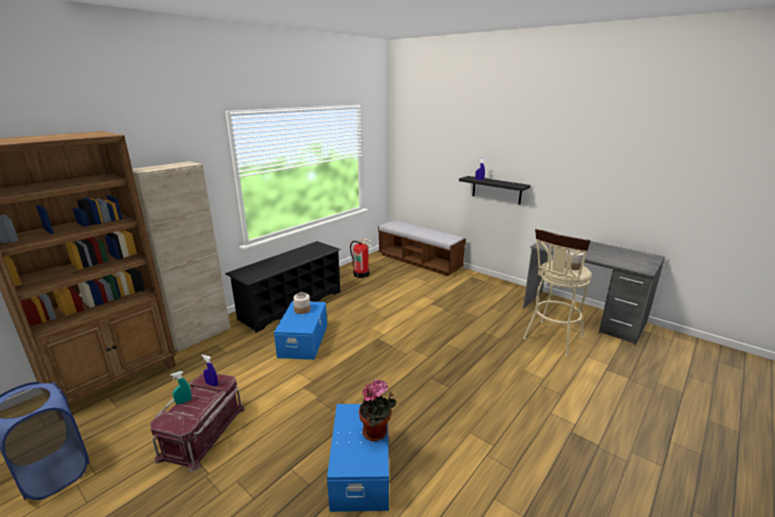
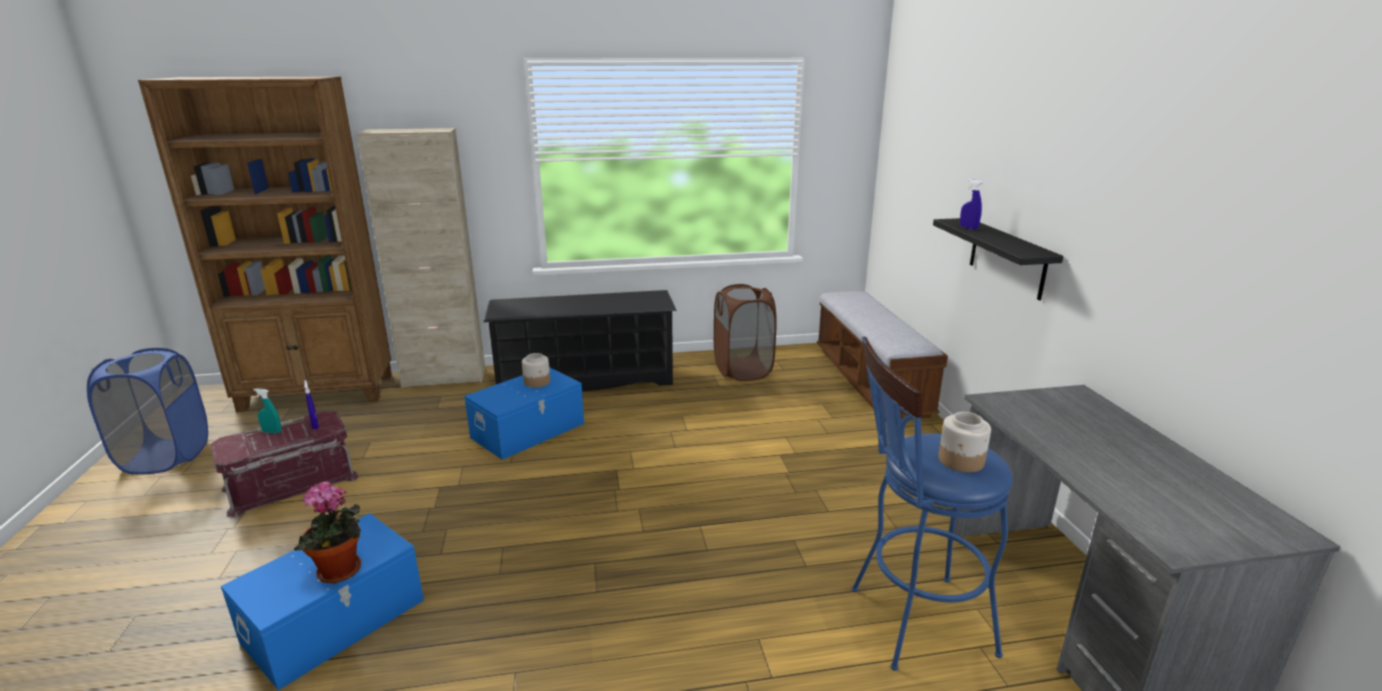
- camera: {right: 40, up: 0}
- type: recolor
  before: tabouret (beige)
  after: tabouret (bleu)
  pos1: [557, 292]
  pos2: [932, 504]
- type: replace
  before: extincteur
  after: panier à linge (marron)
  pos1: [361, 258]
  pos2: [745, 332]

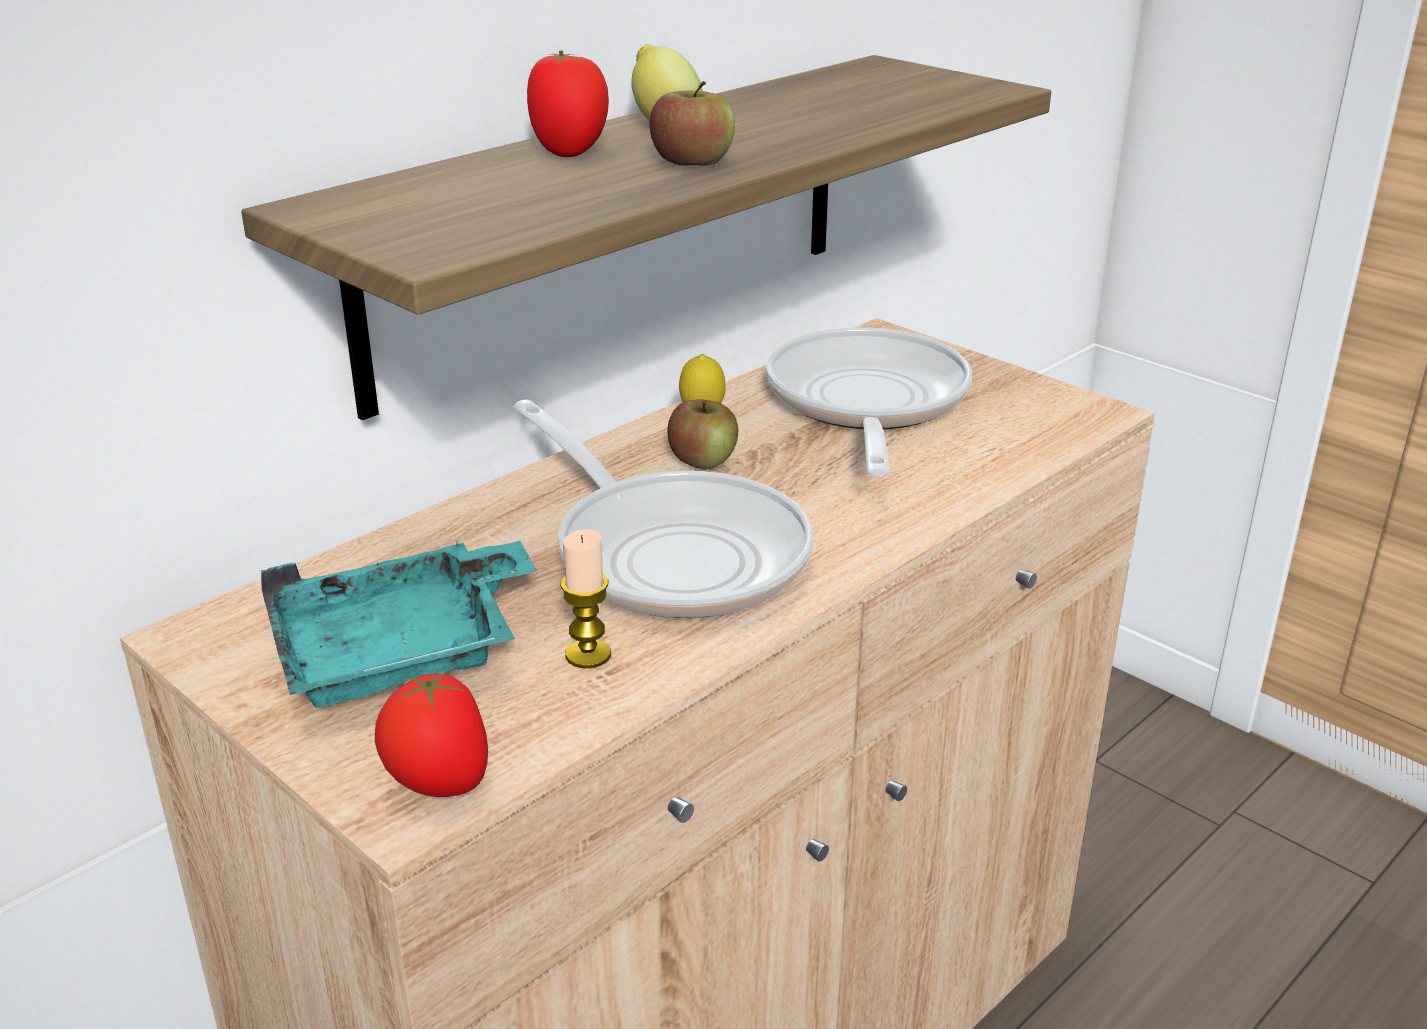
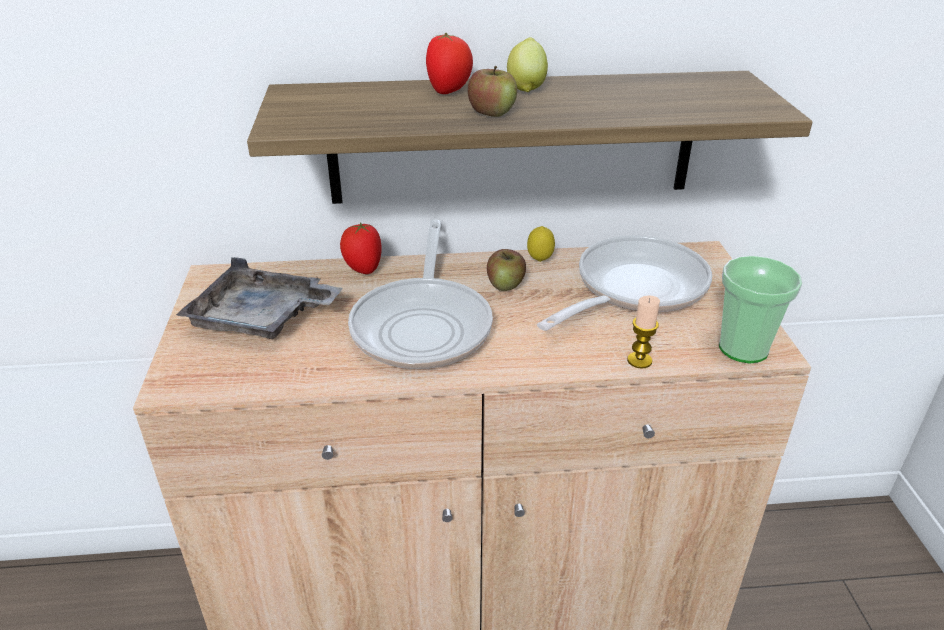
- camera: {right: 40, up: 5}
- type: move
  before: bougie
  pos1: [585, 598]
  pos2: [643, 332]
- type: recolor
  before: plateau (turquoise)
  after: plateau (gris)
  pos1: [399, 624]
  pos2: [259, 298]
- type: move
  before: tomate
  pos1: [431, 734]
  pos2: [361, 248]
- type: insert
  after: tasse
  pos2: [760, 309]

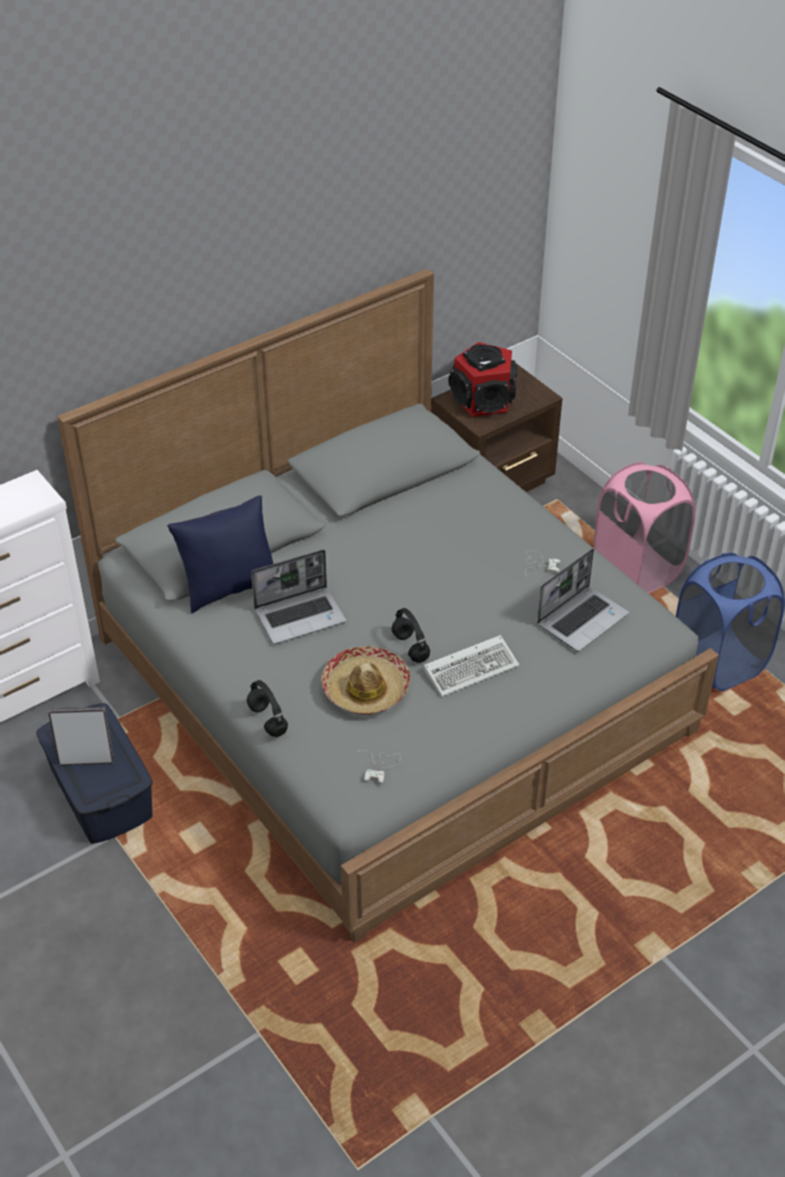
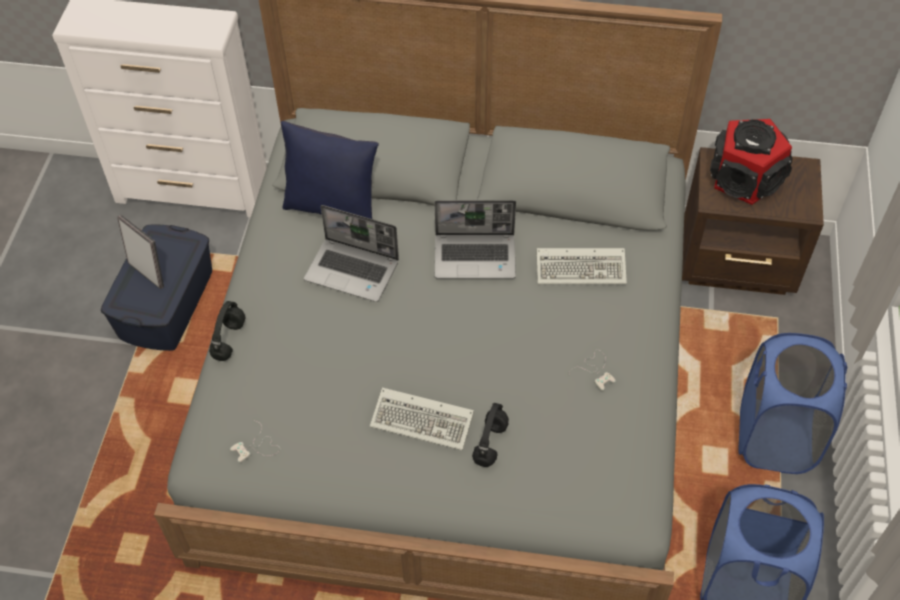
- camera: {right: 45, up: 10}
- type: recolor
  before: panier à linge (rose)
  after: panier à linge (bleu)
  pos1: [644, 527]
  pos2: [792, 403]
- type: move
  before: ordinateur portable
  pos1: [583, 600]
  pos2: [475, 239]
- type: move
  before: casque audio (noir)
  pos1: [411, 635]
  pos2: [490, 435]
- type: delete
  before: chapeau
  pos1: [366, 680]
- type: insert
  after: clavier
  pos2: [581, 266]

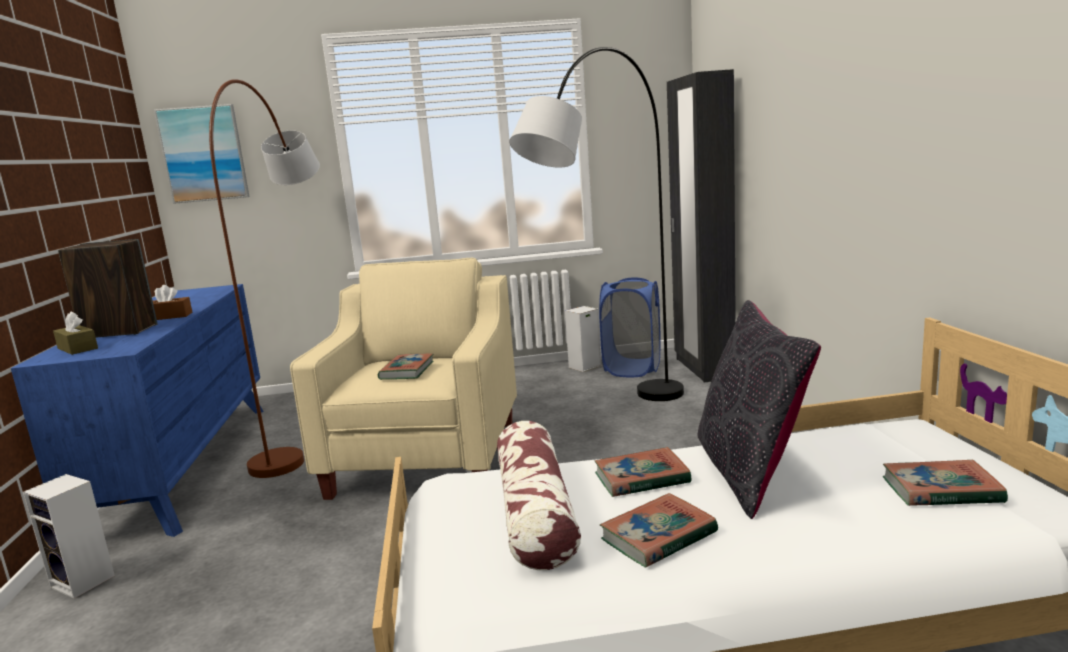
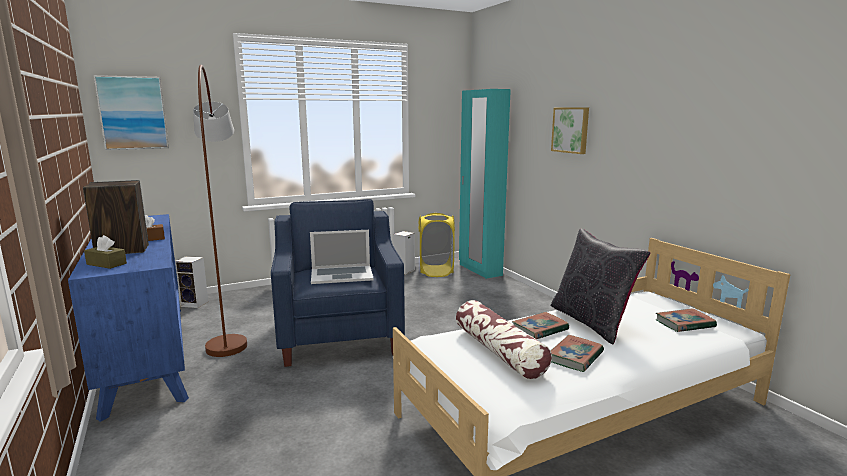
- camera: {right: -20, up: 0}
- type: delete
  before: lampadaire (gris)
  pos1: [596, 224]
- type: recolor
  before: armoire (noir)
  after: armoire (turquoise)
  pos1: [701, 226]
  pos2: [485, 184]
- type: recolor
  before: fauteuil (beige)
  after: fauteuil (bleu)
  pos1: [403, 379]
  pos2: [338, 283]
- type: recolor
  before: panier à linge (bleu)
  after: panier à linge (jaune)
  pos1: [630, 327]
  pos2: [437, 245]
- type: replace
  before: livre
  after: ordinateur portable
  pos1: [406, 366]
  pos2: [342, 257]
- type: move
  before: enceinte
  pos1: [69, 536]
  pos2: [191, 282]
- type: insert
  after: tableau
  pos2: [570, 130]

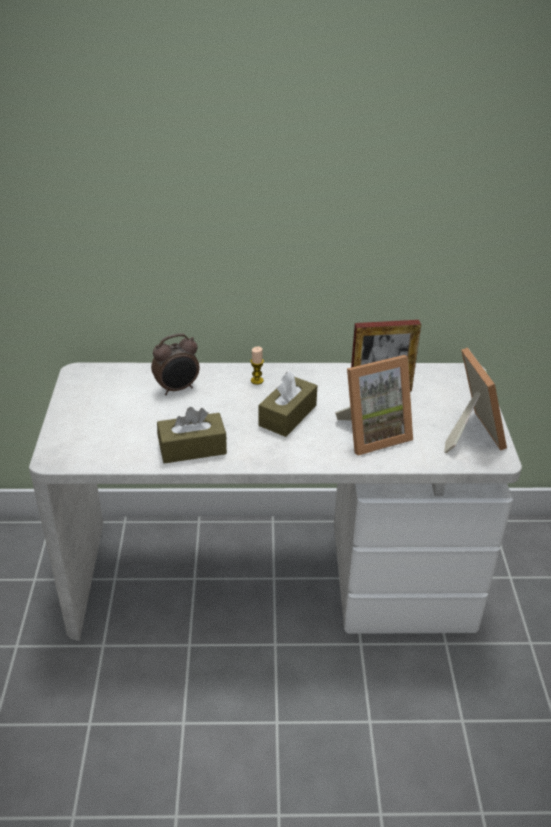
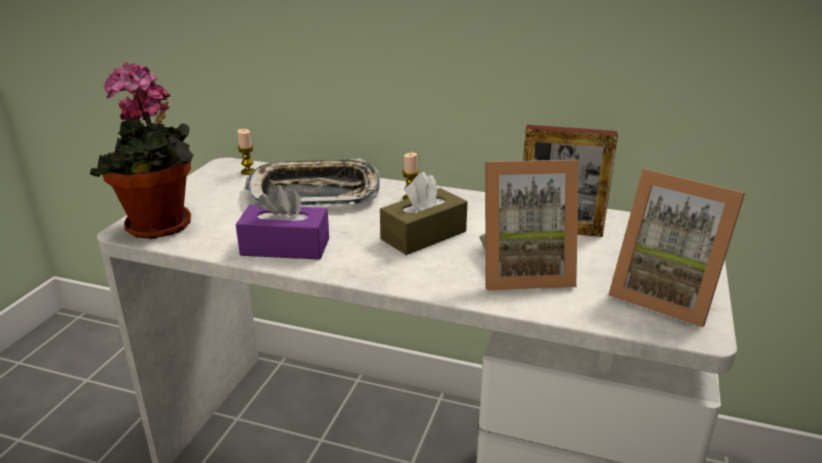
- camera: {right: 20, up: -10}
- type: replace
  before: réveil
  after: plateau
  pos1: [175, 364]
  pos2: [312, 181]
- type: rotate
  before: cadre photo
  pos1: [475, 400]
  pos2: [677, 248]
  turn: 120
- type: recolor
  before: boîte à mouchoirs (marron)
  after: boîte à mouchoirs (violet)
  pos1: [192, 435]
  pos2: [282, 222]
- type: insert
  after: plante en pot
  pos2: [142, 150]
- type: insert
  after: bougie
  pos2: [246, 152]

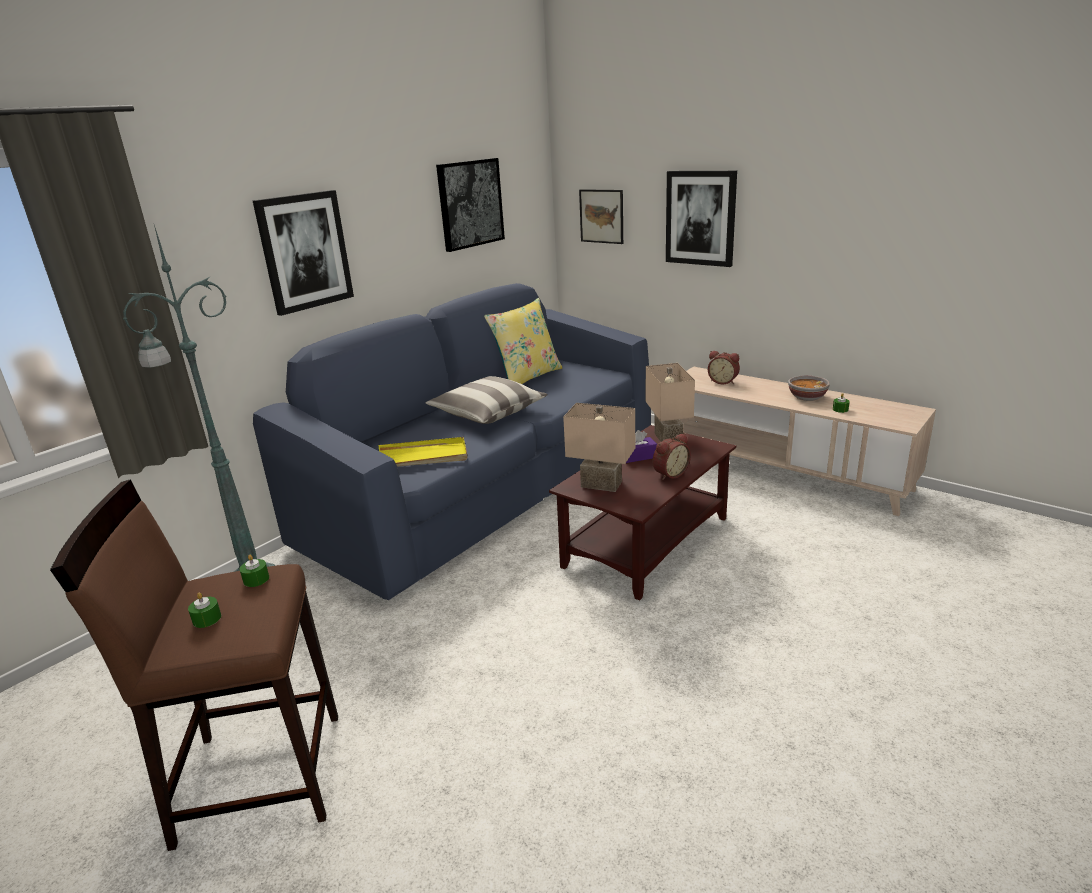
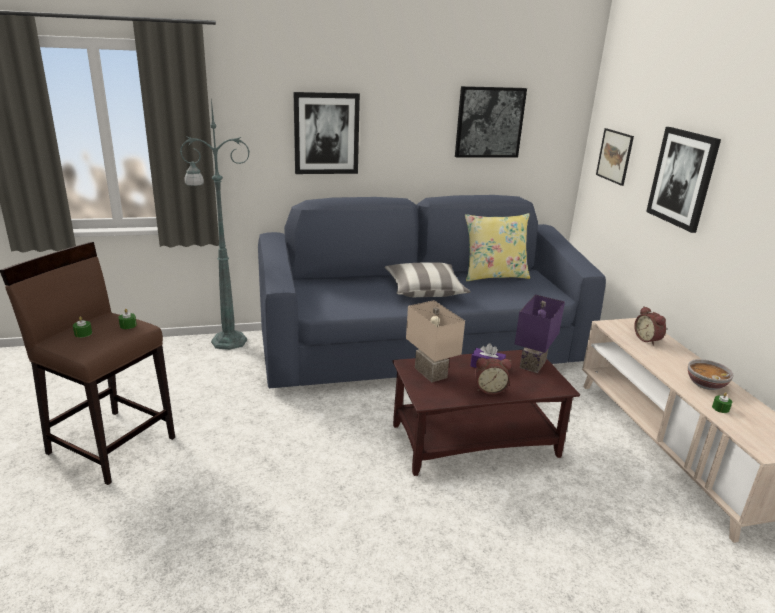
- camera: {right: 35, up: 0}
- type: recolor
  before: lampe de table (beige)
  after: lampe de table (violet)
  pos1: [670, 402]
  pos2: [540, 333]
- type: delete
  before: plateau (jaune)
  pos1: [422, 452]

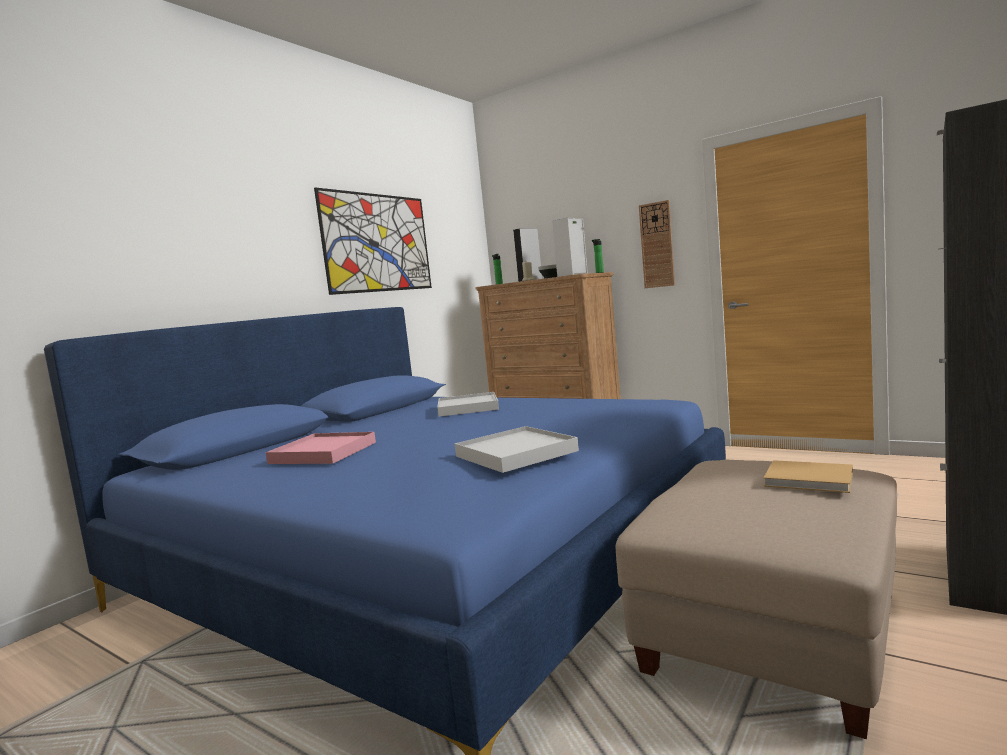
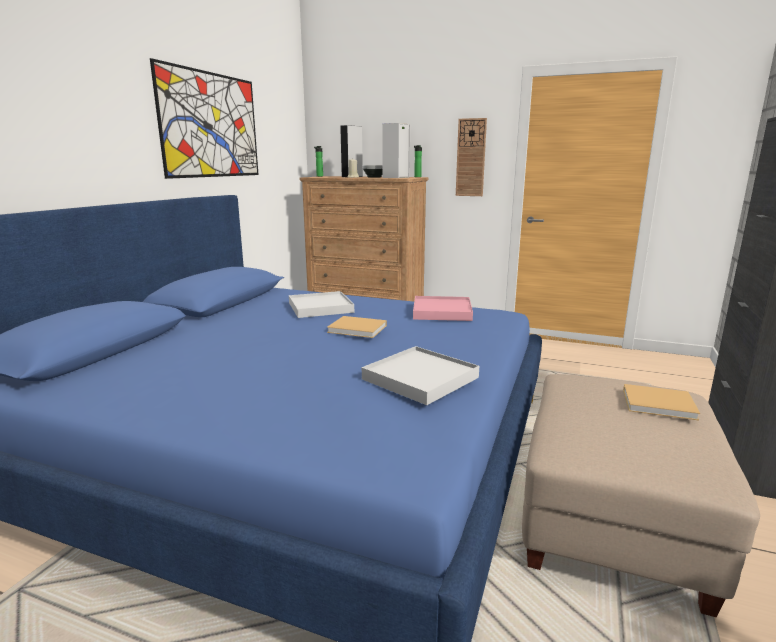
- camera: {right: -15, up: 10}
- type: move
  before: plateau (rose)
  pos1: [321, 448]
  pos2: [443, 308]
- type: insert
  after: livre (beige)
  pos2: [357, 327]

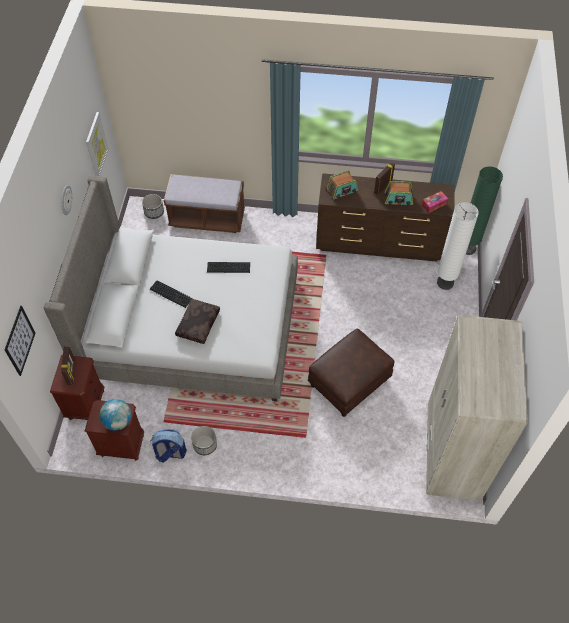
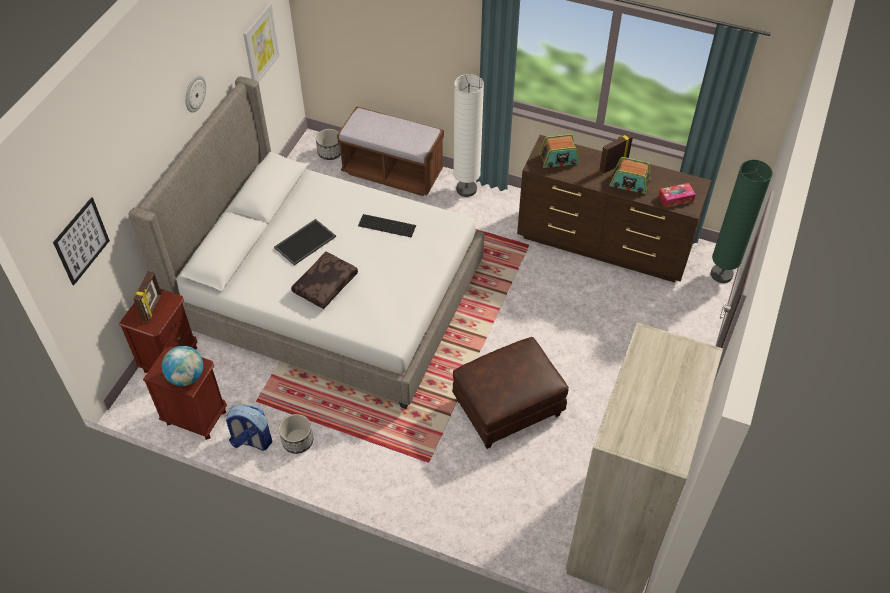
- camera: {right: 15, up: -5}
- type: move
  before: lampadaire (blanc)
  pos1: [458, 246]
  pos2: [468, 135]
- type: replace
  before: clavier
  after: plateau
  pos1: [171, 294]
  pos2: [305, 242]

